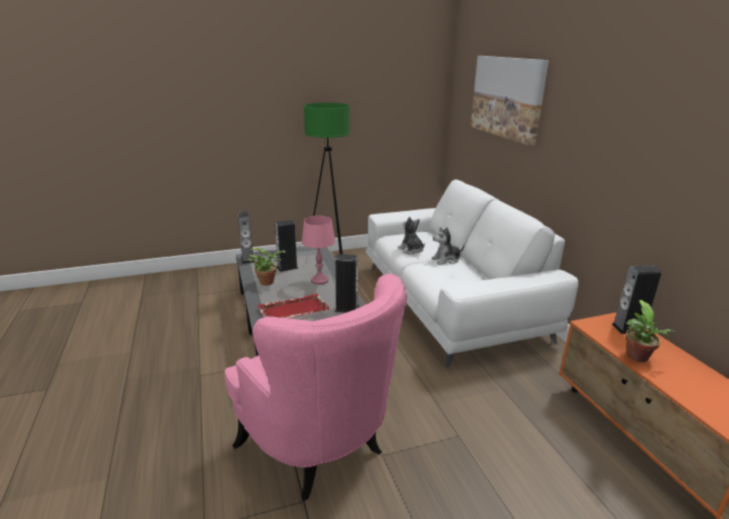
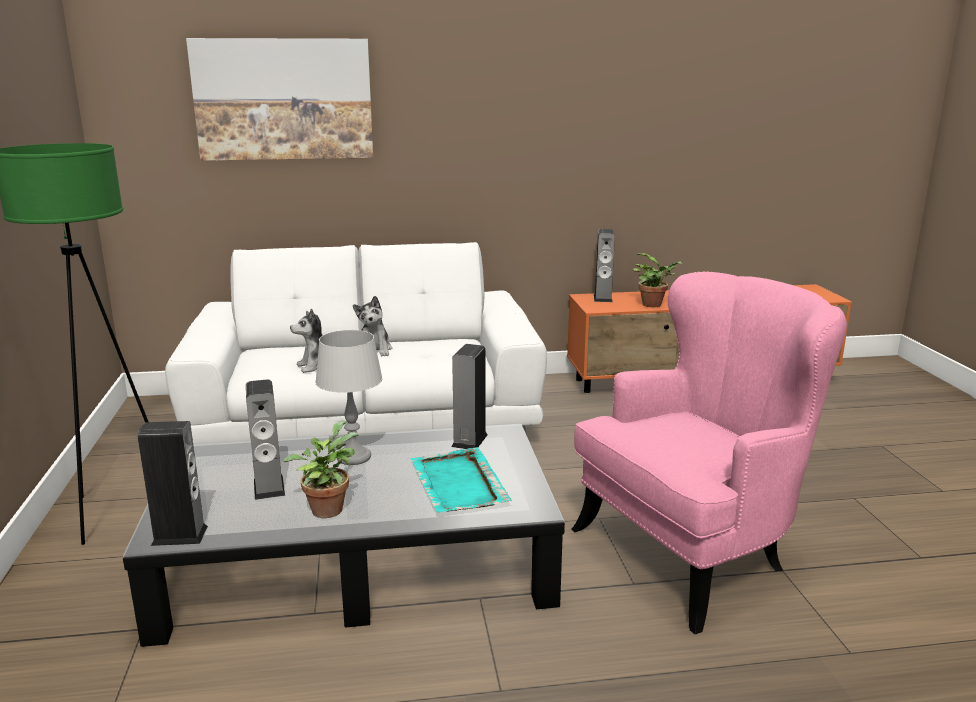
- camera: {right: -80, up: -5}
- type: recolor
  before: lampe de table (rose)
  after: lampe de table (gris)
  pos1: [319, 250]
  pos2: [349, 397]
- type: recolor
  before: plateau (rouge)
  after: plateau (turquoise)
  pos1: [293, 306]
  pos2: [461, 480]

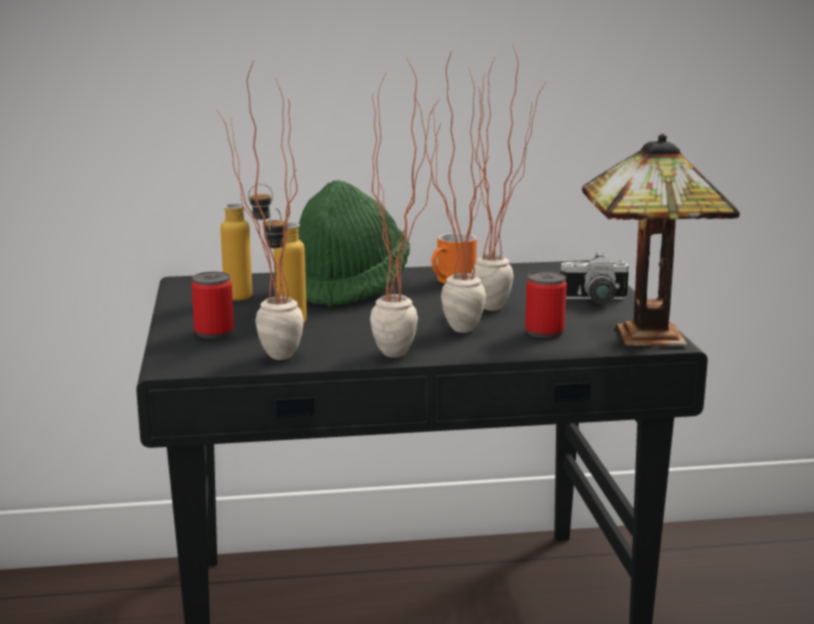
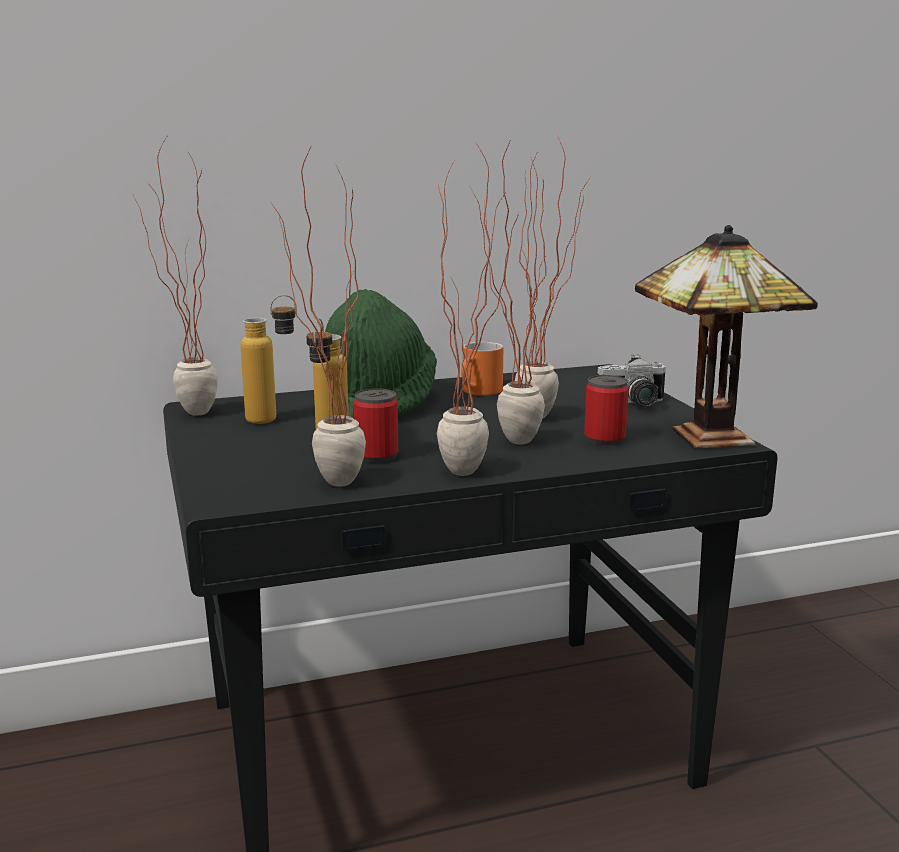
- camera: {right: -10, up: 0}
- type: move
  before: boîte métallique
  pos1: [213, 305]
  pos2: [376, 425]
- type: insert
  after: plante en pot
  pos2: [175, 276]

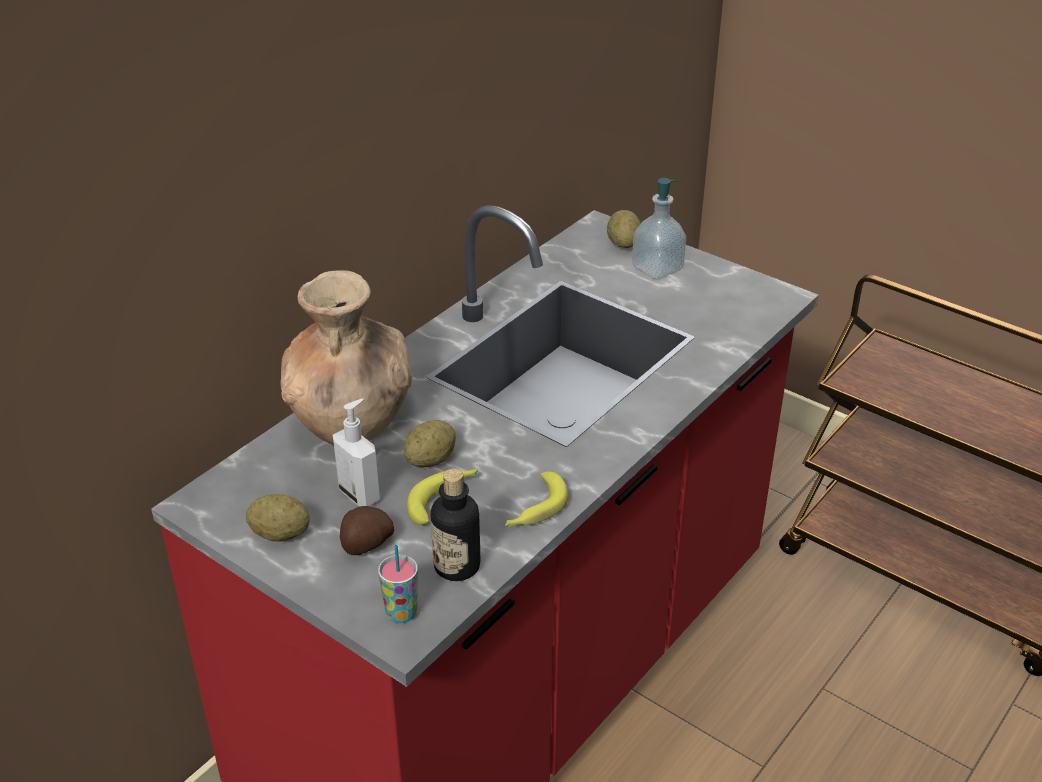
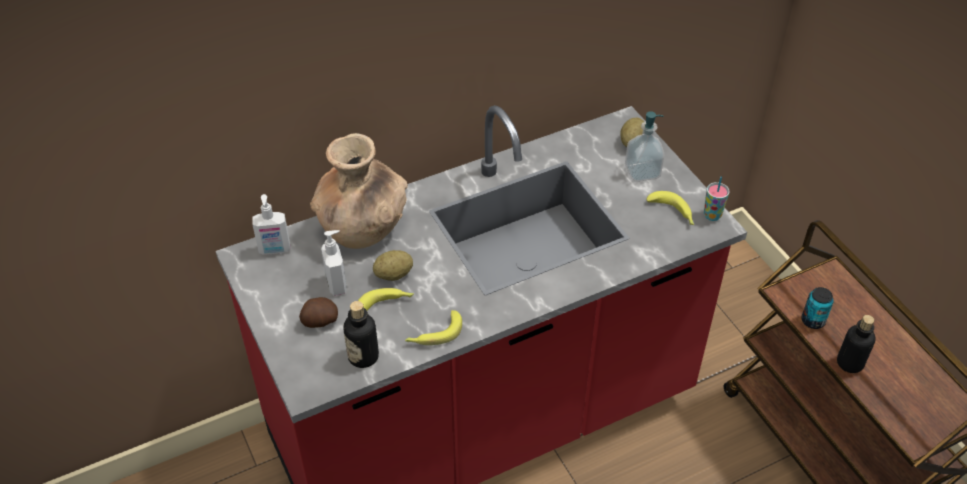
- camera: {right: 25, up: 10}
- type: delete
  before: pomme de terre
  pos1: [278, 518]
- type: move
  before: tasse
  pos1: [398, 583]
  pos2: [717, 198]
- type: insert
  after: banane
  pos2: [670, 208]
- type: insert
  after: distributeur de savon
  pos2: [271, 224]
- type: insert
  after: boîte métallique
  pos2: [817, 308]
- type: insert
  after: bouteille
  pos2: [856, 344]

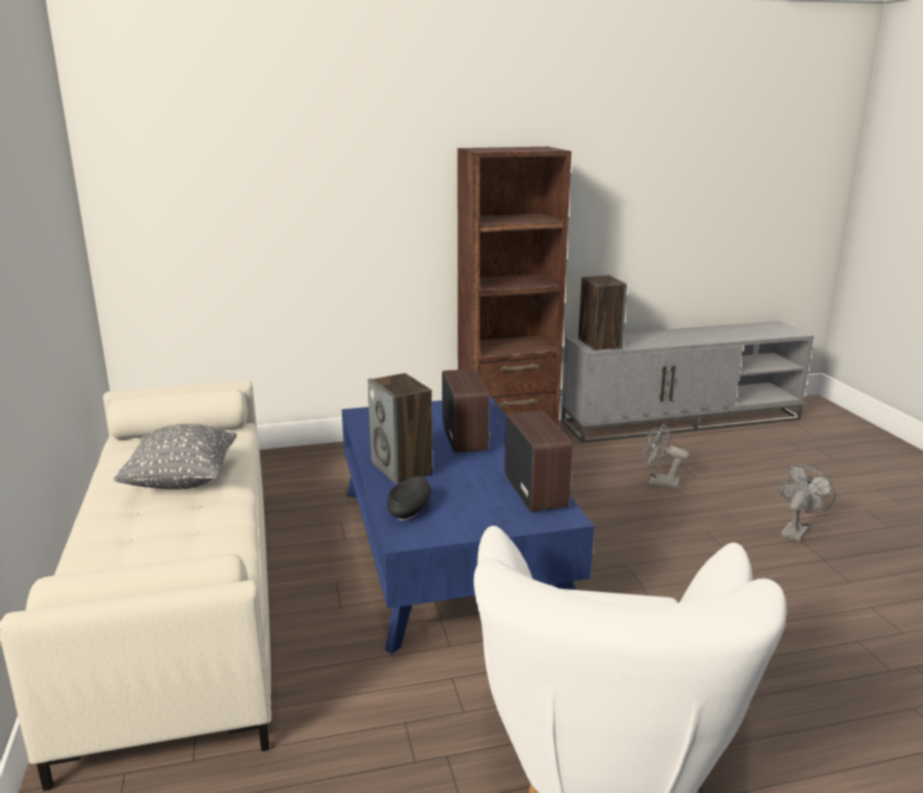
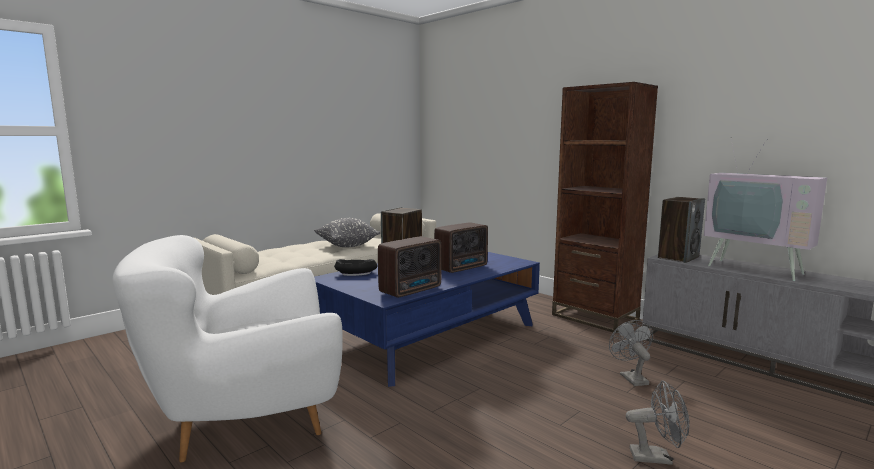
- camera: {right: 60, up: -10}
- type: insert
  after: téléviseur
  pos2: [765, 209]

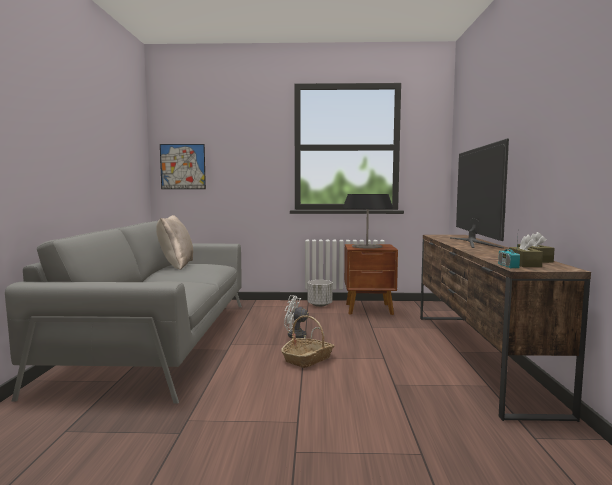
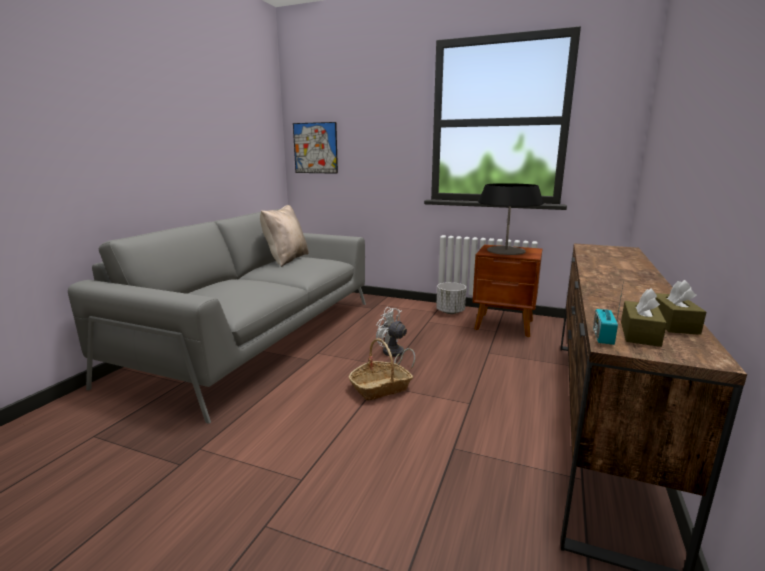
- camera: {right: 20, up: 10}
- type: delete
  before: téléviseur
  pos1: [479, 193]

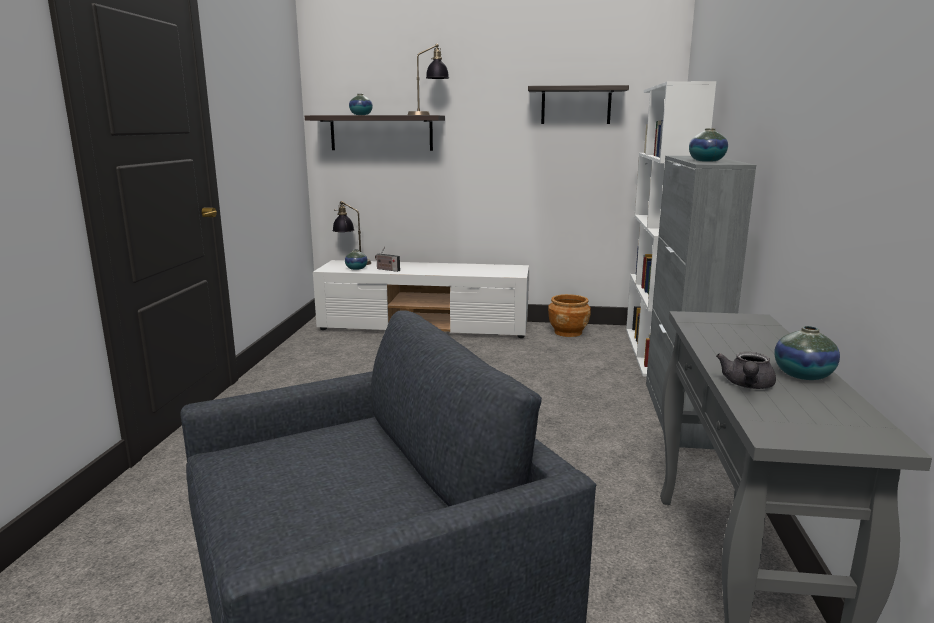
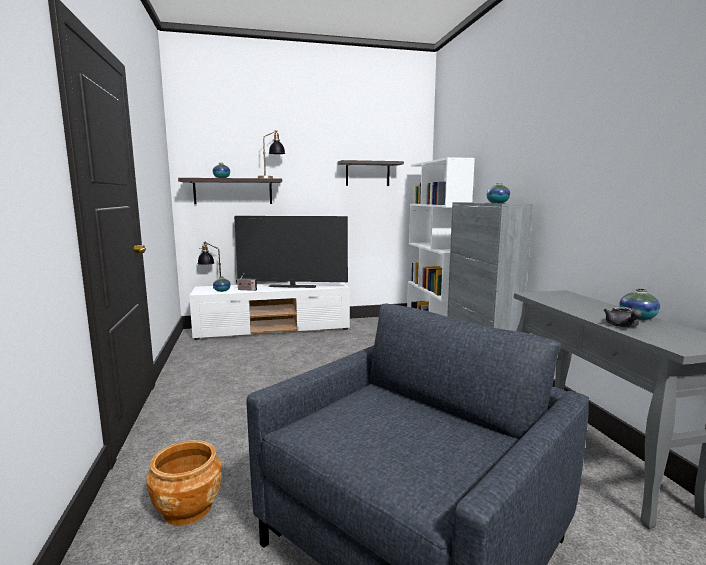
- camera: {right: -20, up: -5}
- type: move
  before: cache-pot (marron)
  pos1: [569, 315]
  pos2: [184, 483]
- type: insert
  after: téléviseur
  pos2: [291, 252]

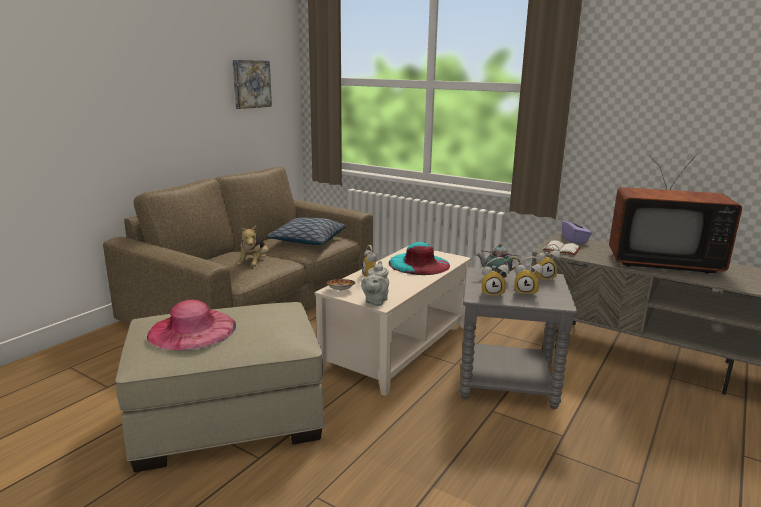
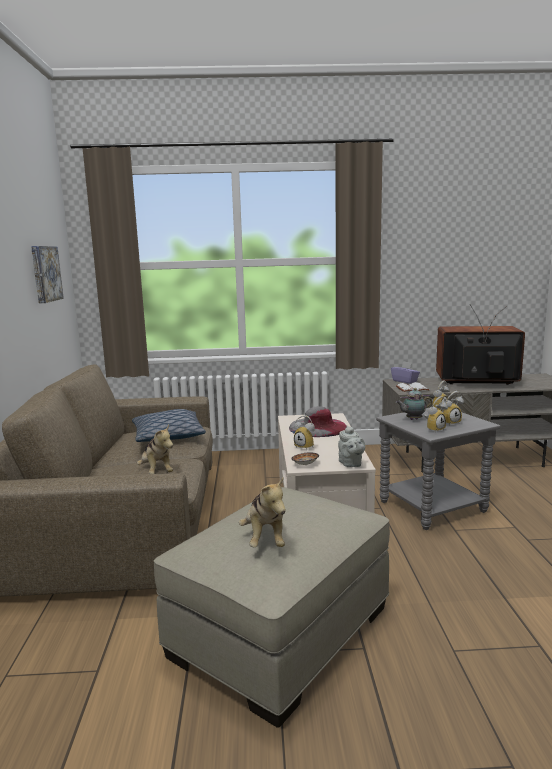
- camera: {right: -35, up: -5}
- type: rotate
  before: téléviseur
  pos1: [675, 214]
  pos2: [480, 344]
  turn: -150
- type: recolor
  before: chapeau (turquoise)
  after: chapeau (gris)
  pos1: [419, 258]
  pos2: [318, 421]
- type: replace
  before: chapeau (rose)
  after: peluche
  pos1: [191, 324]
  pos2: [262, 512]

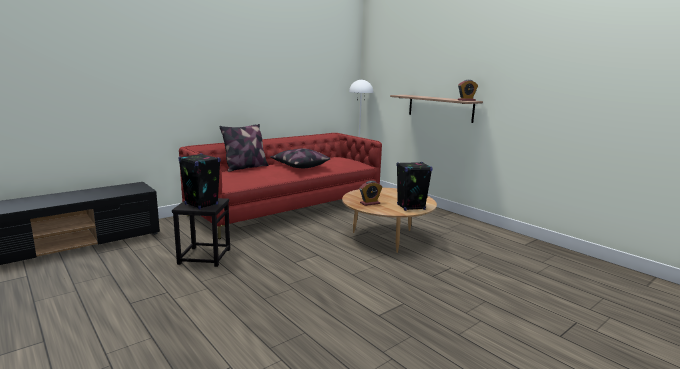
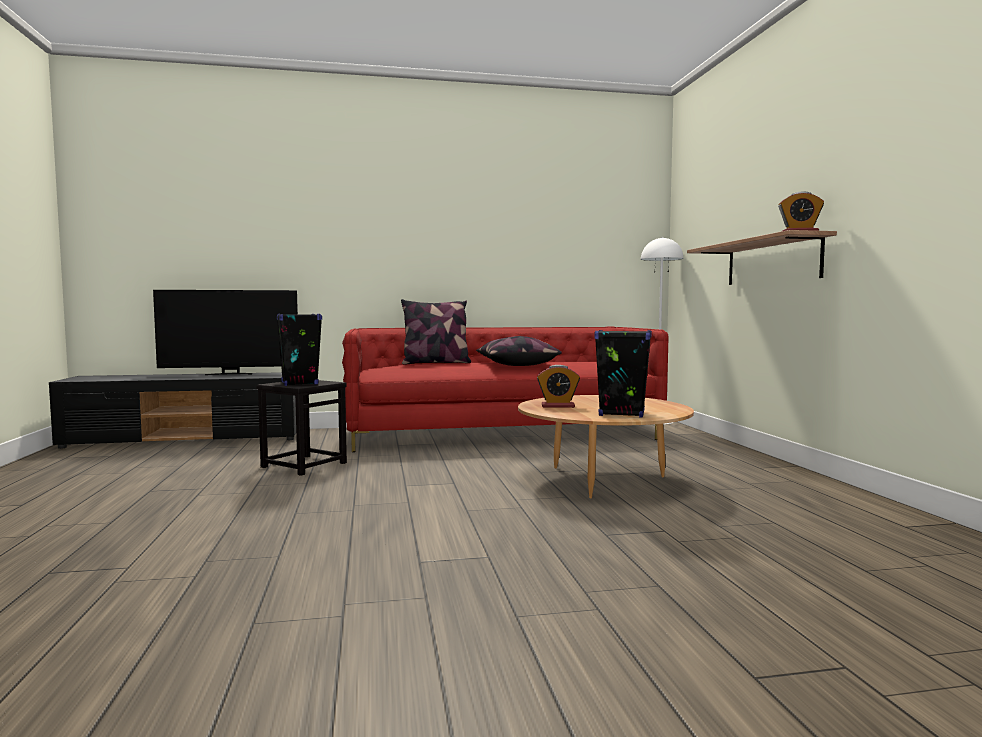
- camera: {right: 30, up: -10}
- type: insert
  after: téléviseur
  pos2: [225, 332]

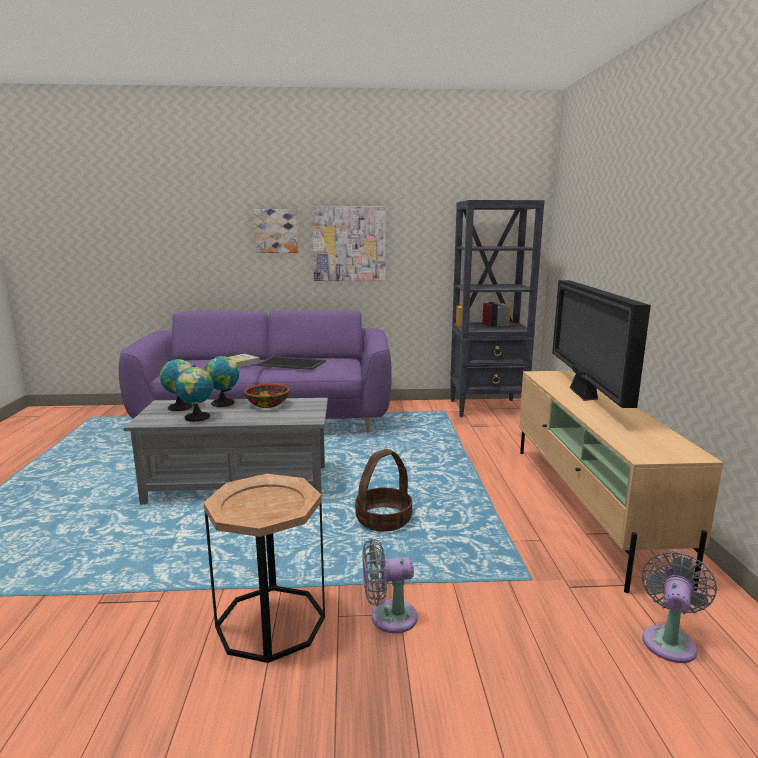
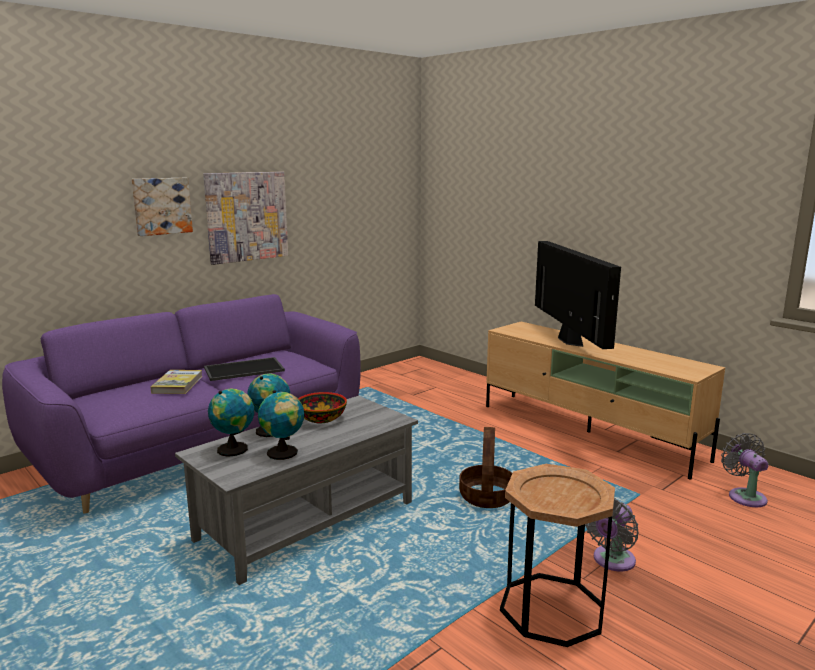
- camera: {right: -40, up: 0}
- type: delete
  before: bibliothèque (noir)
  pos1: [497, 308]
- type: rotate
  before: téléviseur
  pos1: [601, 344]
  pos2: [578, 295]
  turn: -150

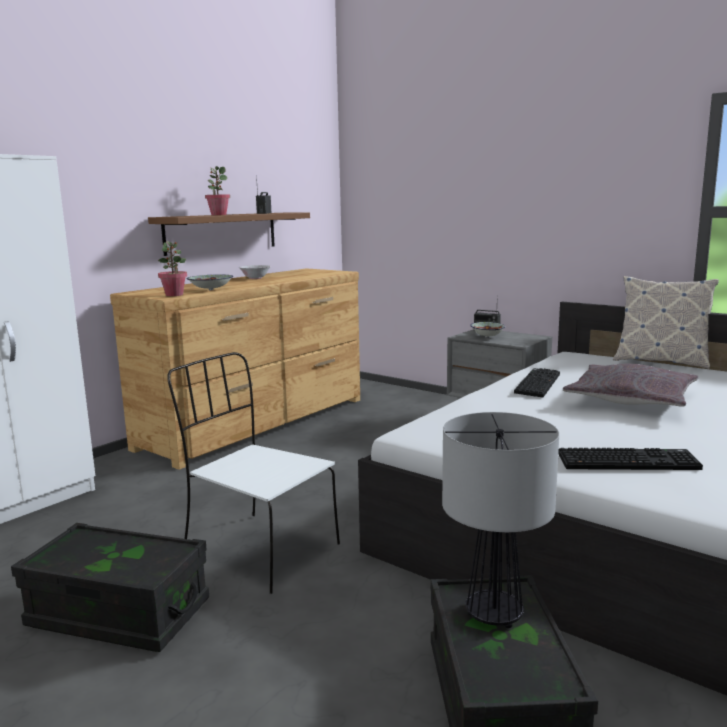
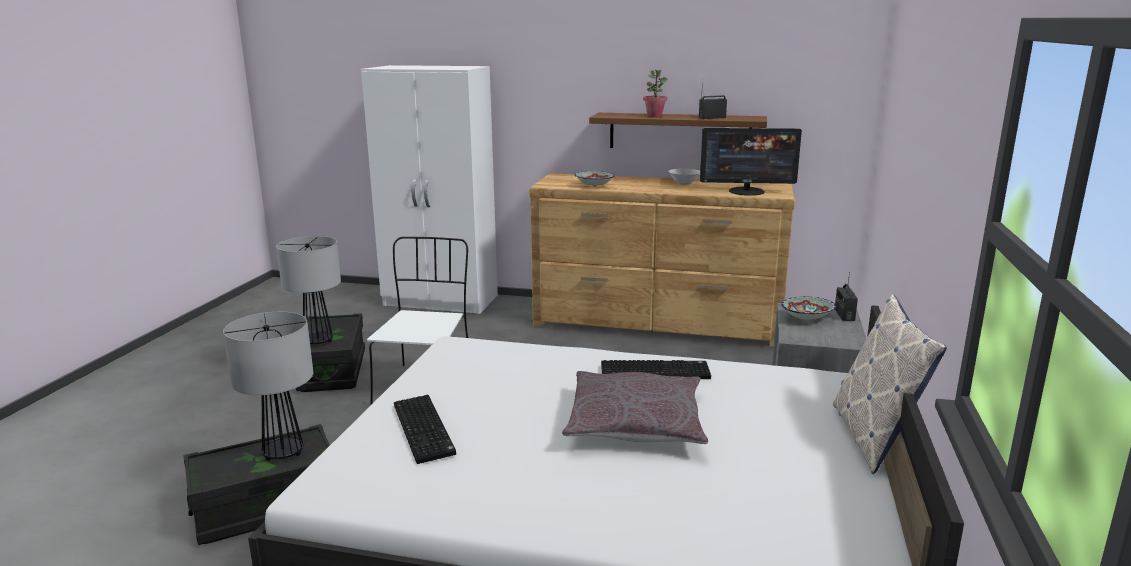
- camera: {right: 65, up: 5}
- type: delete
  before: plante en pot
  pos1: [172, 268]
- type: insert
  after: écran d'ordinateur
  pos2: [751, 162]
- type: insert
  after: lampe de table
  pos2: [308, 290]

